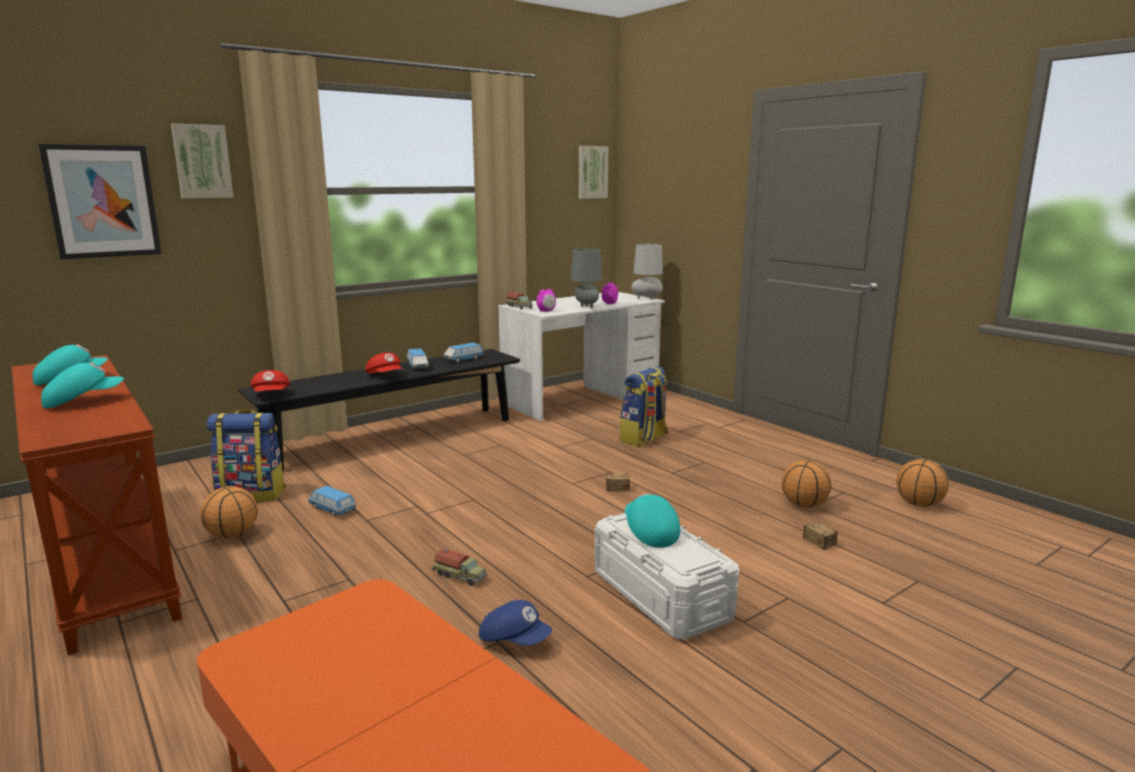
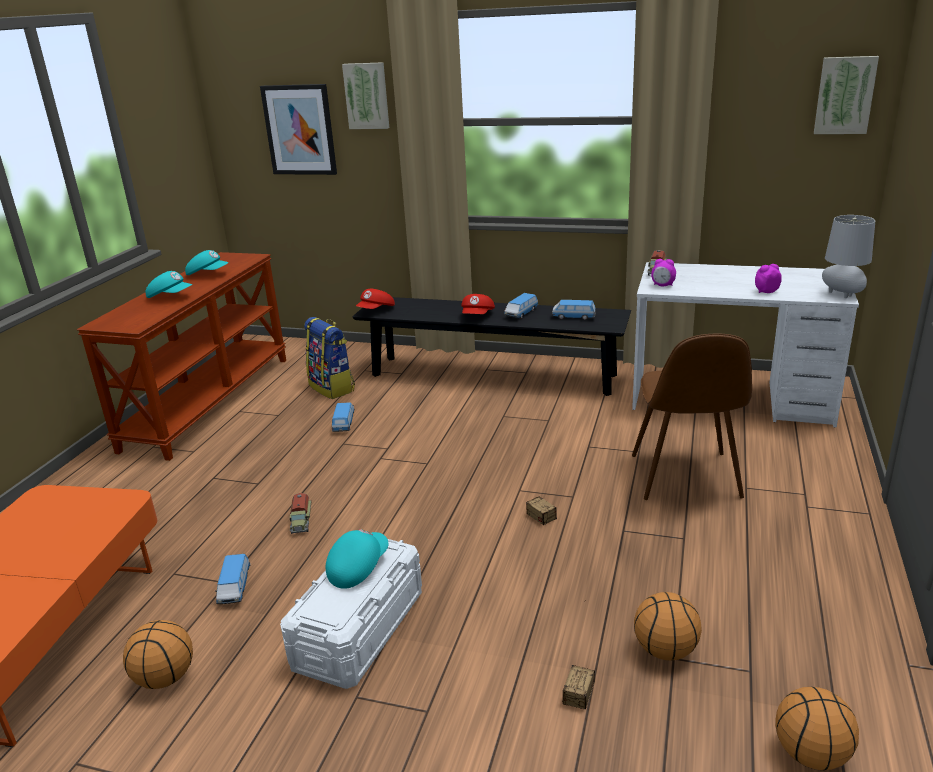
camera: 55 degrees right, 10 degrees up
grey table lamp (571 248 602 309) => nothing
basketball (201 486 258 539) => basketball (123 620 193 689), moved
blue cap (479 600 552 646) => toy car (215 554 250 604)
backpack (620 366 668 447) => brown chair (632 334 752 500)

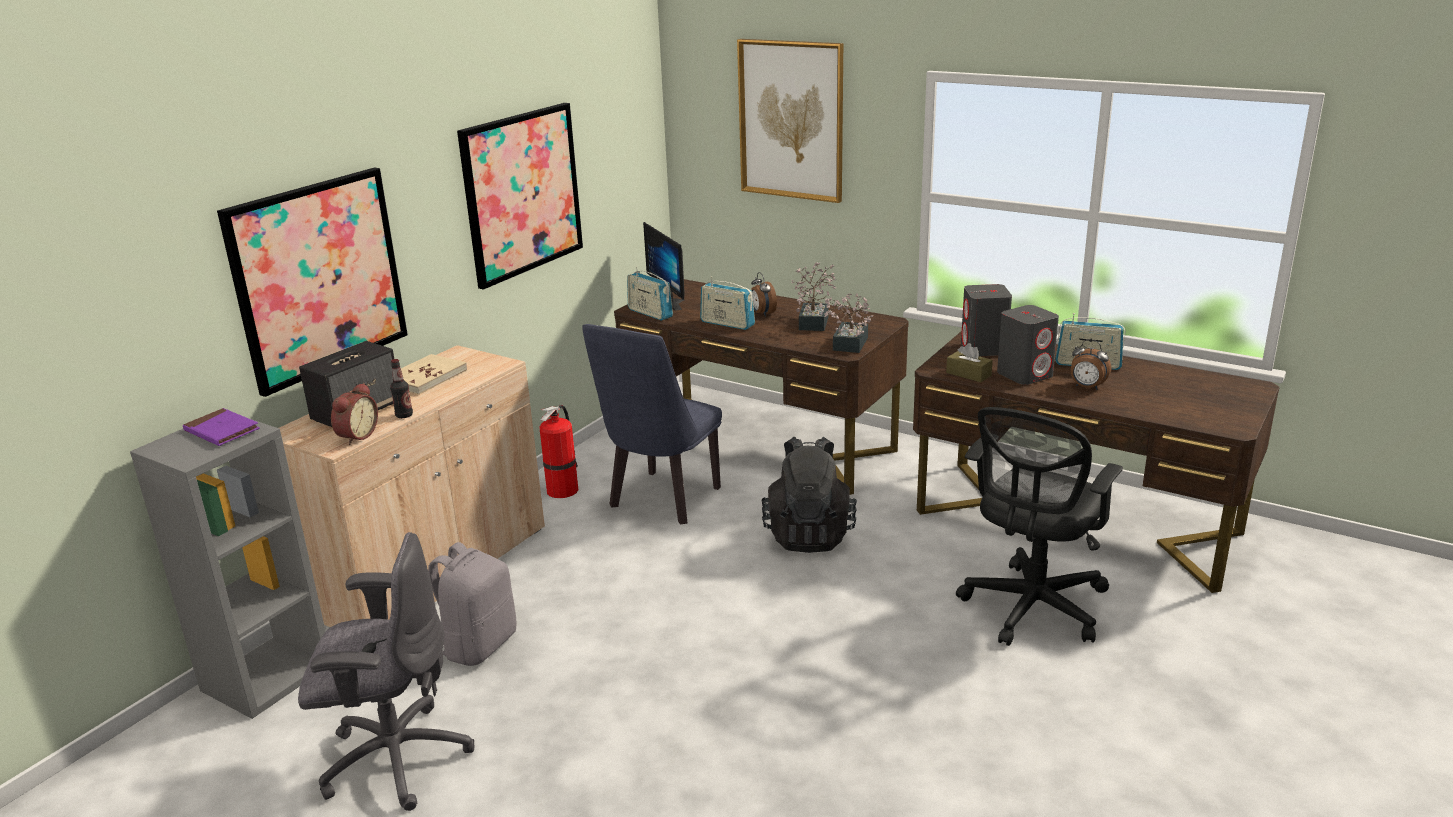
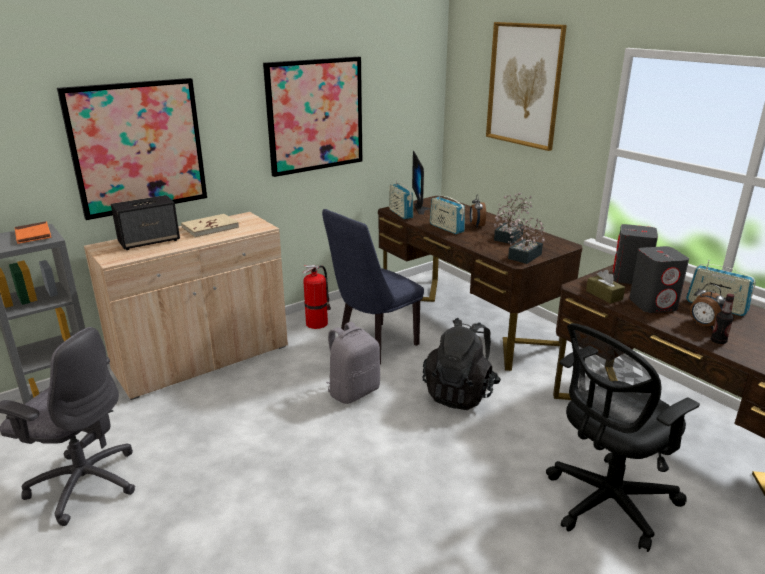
camera: 20 degrees right, 0 degrees up
alarm clock (331 383 378 445) => nothing
bottle (390 359 413 418) => bottle (711 294 735 344), moved
grey backpack (428 542 516 666) => grey backpack (326 322 380 404), moved
purple book (183 408 260 446) => orange book (15 221 52 244)

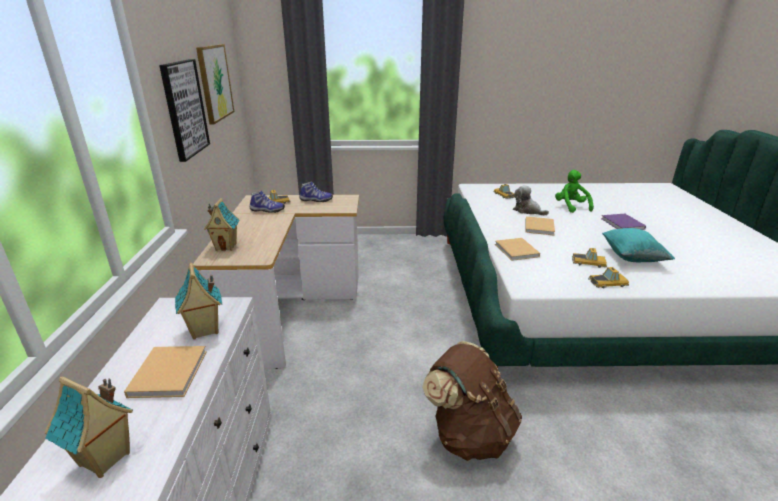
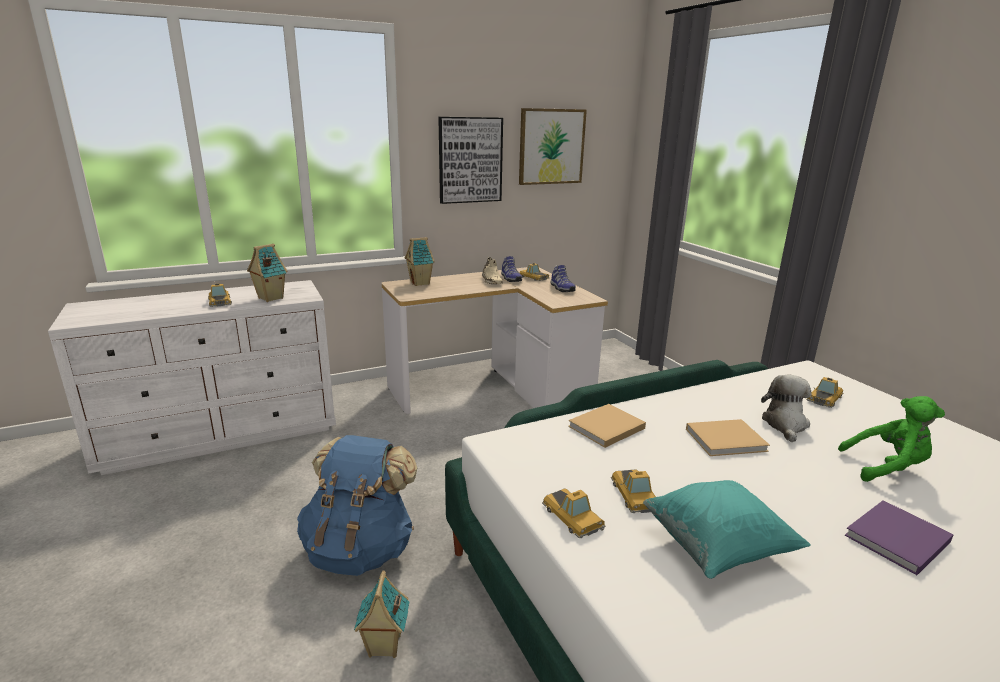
camera: 65 degrees right, 5 degrees down
nothing => beige shoe (482 257 502 284)
toy house (45 376 133 478) => toy house (354 570 409 658), moved
beige book (124 346 207 398) => toy car (208 283 232 307)
brown backpack (422 341 522 461) => blue backpack (297 435 417 576)
green plush toy (555 170 594 213) => green plush toy (838 396 945 482), 45 degrees clockwise

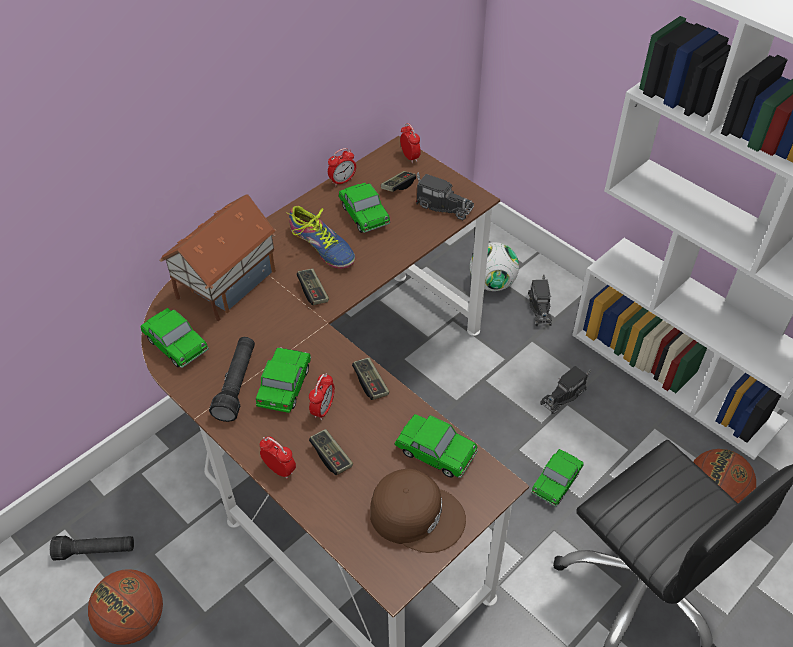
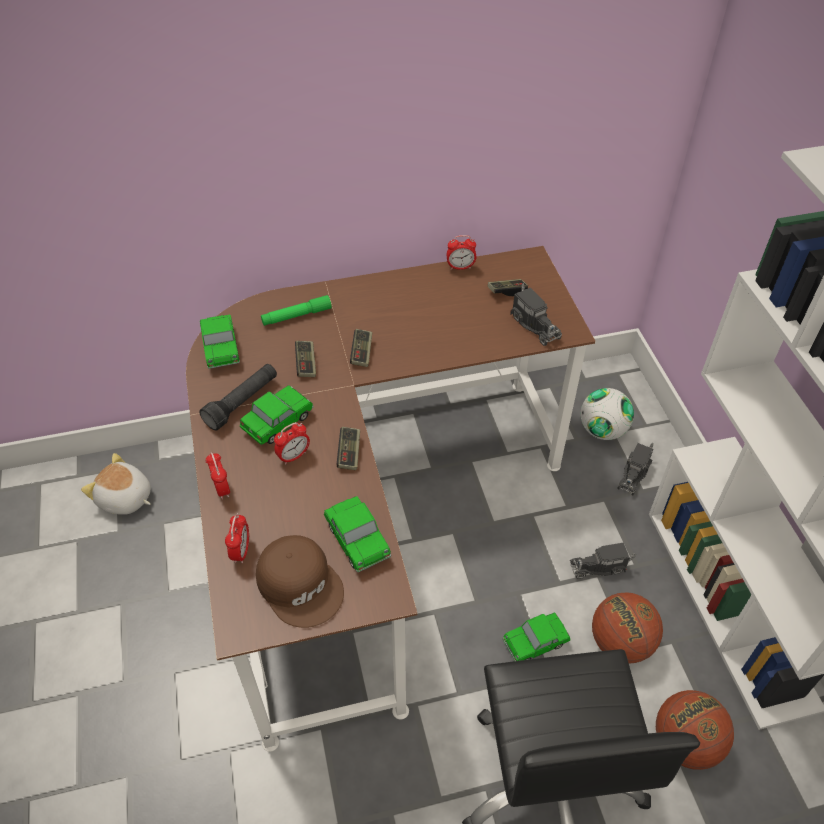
camera: 30 degrees right, 0 degrees up
shoe (286 206 355 269) => nothing
toy car (339 183 390 233) => nothing
basketball (88 569 163 645) => basketball (592 592 663 663), moved
game controller (309 429 353 475) => game controller (295 341 316 377), moved
alarm clock (400 123 421 163) => alarm clock (225 513 249 563), moved
black flashlight (50 536 134 560) => plush toy (81 453 151 515)
toy house (160 194 276 321) => green flashlight (261 295 332 326)

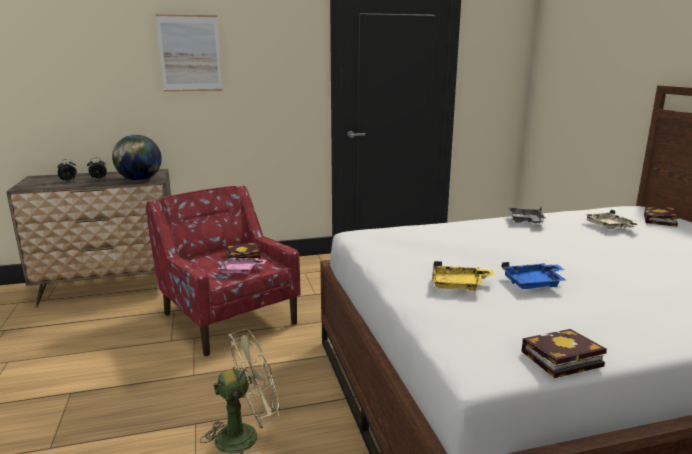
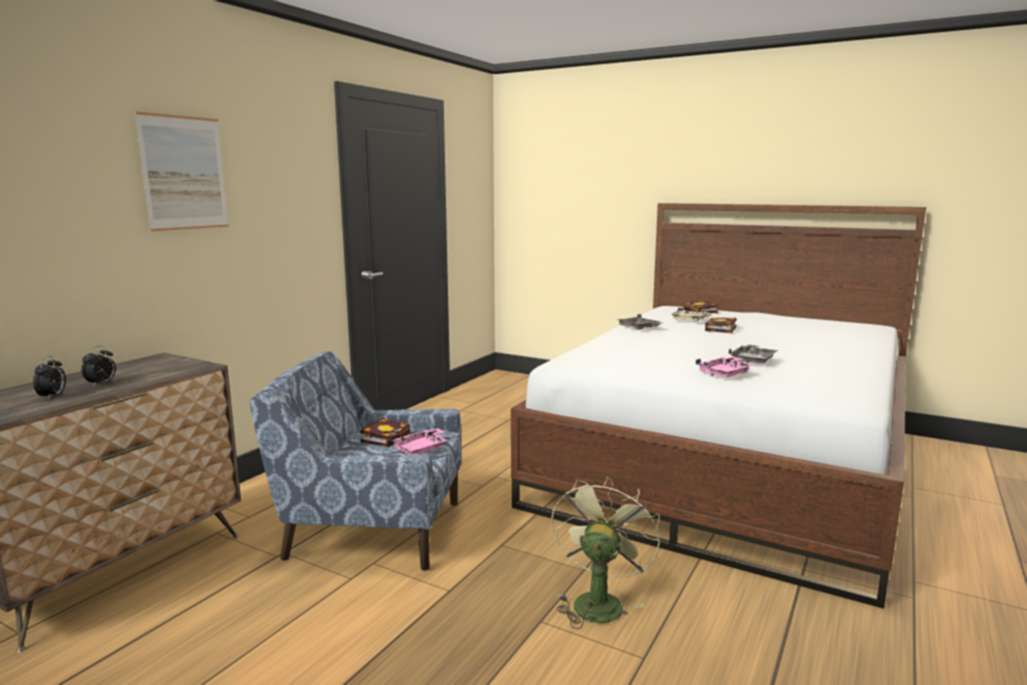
camera: 45 degrees left, 5 degrees down
globe (112 135 162 181) => nothing
book (521 329 607 378) => book (705 318 737 333), moved
red armchair (146 186 301 356) => blue armchair (250 351 462 571)
yellow tray (431 261 494 291) => pink tray (696 356 754 377)
blue tray (501 262 566 289) => grey tray (729 344 778 364)

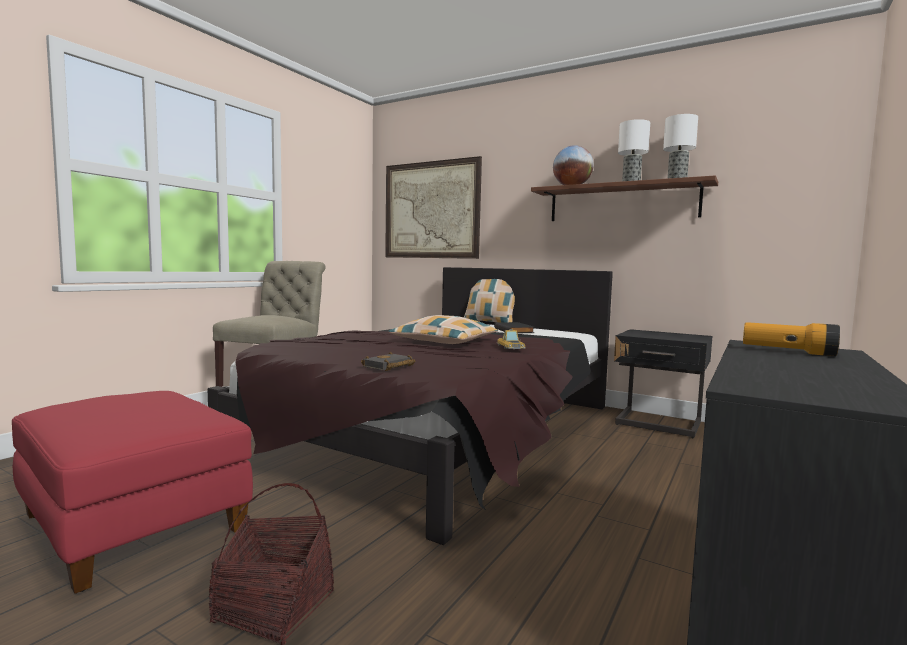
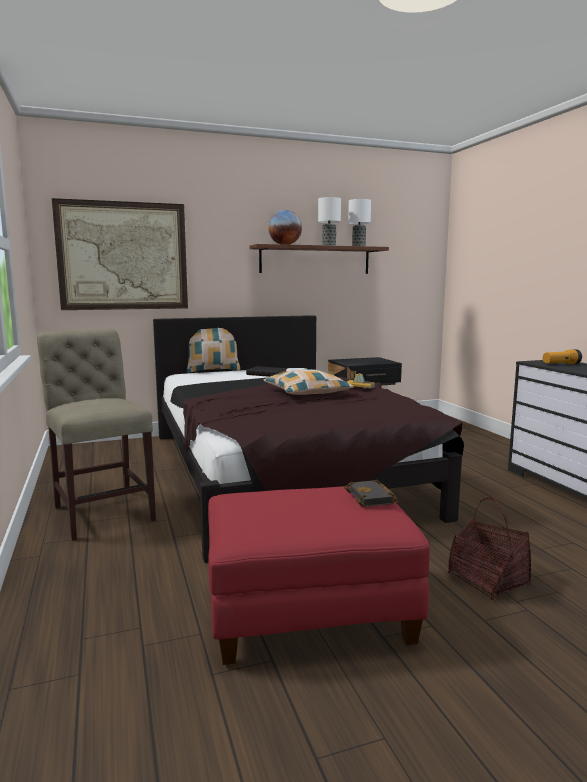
camera: 50 degrees left, 5 degrees up
black book (361 352 415 371) => black book (344 479 397 507), moved

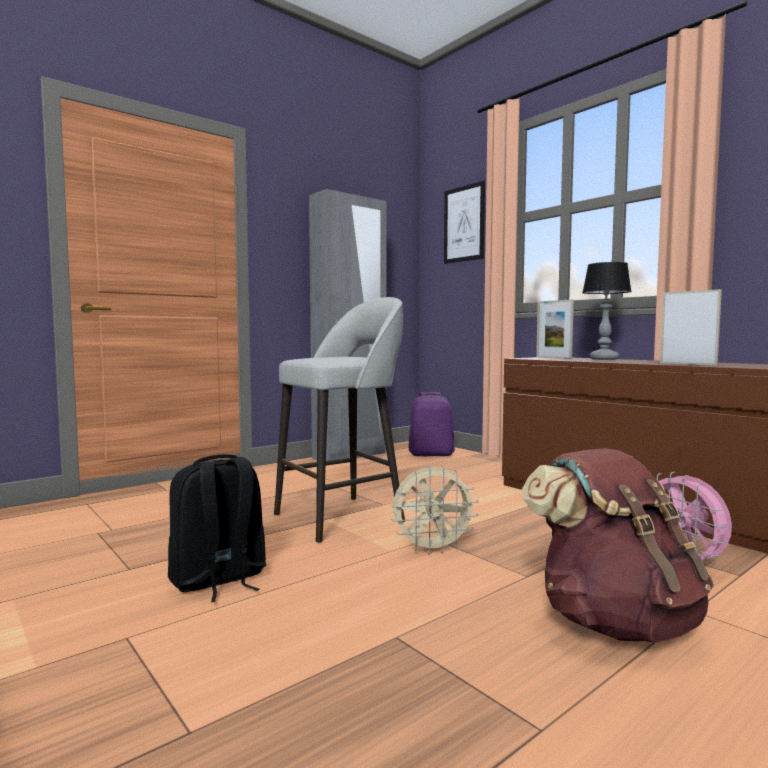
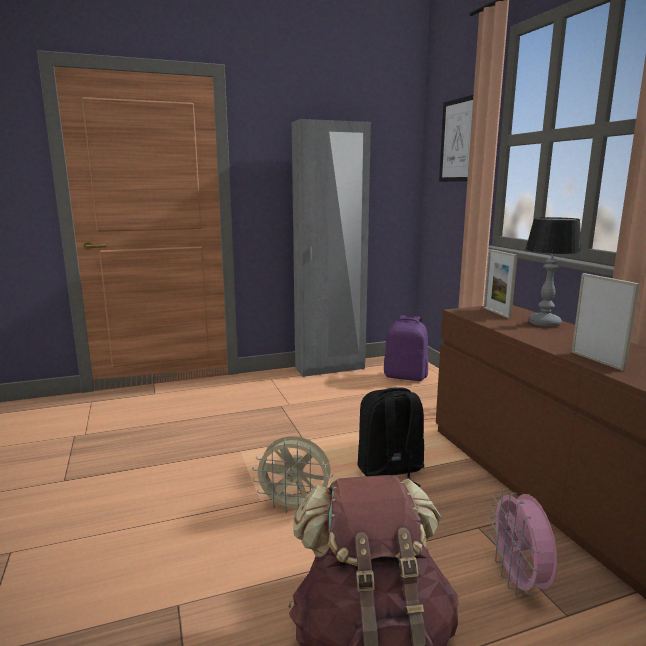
camera: 20 degrees right, 10 degrees up
grey stool (274 297 405 543) => nothing
black backpack (168 454 267 603) => black backpack (357 387 424 487), moved

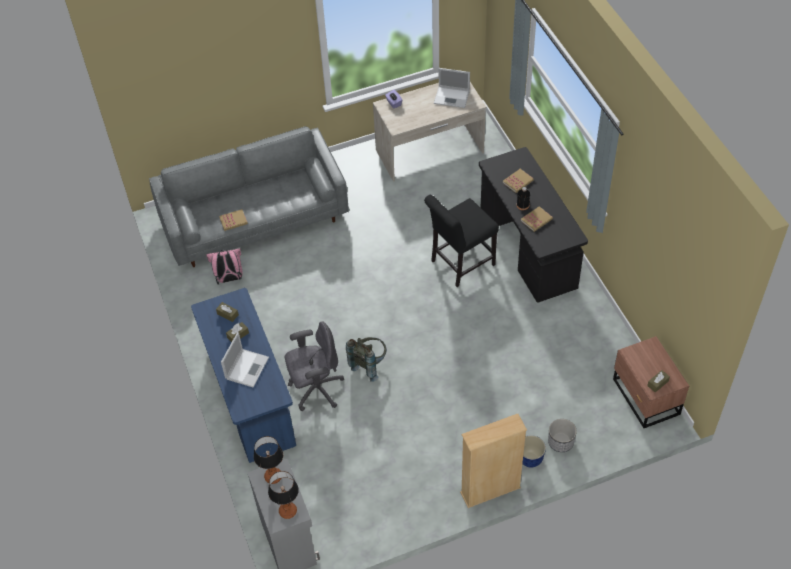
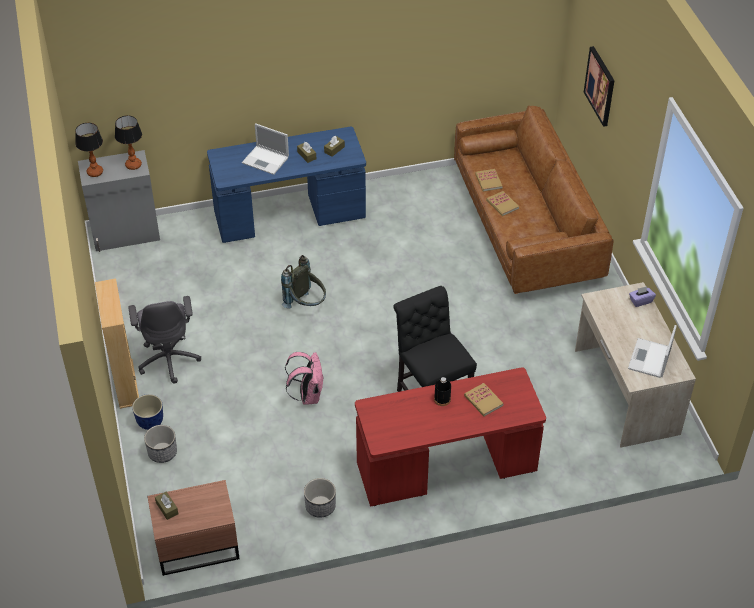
camera: 95 degrees right, 5 degrees down
nothing => planter (304 478 336 518)
nothing => picture (584 46 614 127)
pink backpack (206 249 242 285) => pink backpack (285 352 323 405), moved
grey office chair (285 321 344 411) => grey office chair (129 296 201 384), moved
book (521 206 553 232) => book (486 191 519 216), moved
grey sofa (149 126 349 267) => brown sofa (454 106 613 294)
black desk (479 147 588 303) => red desk (355 367 546 507)

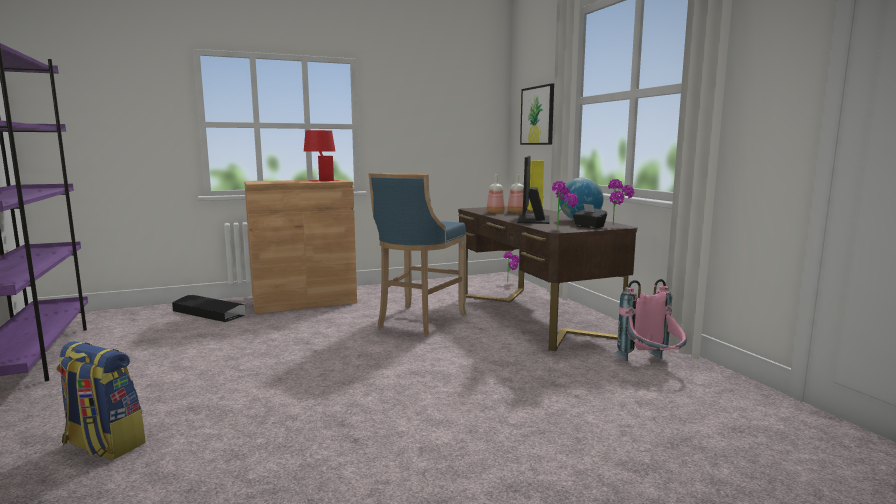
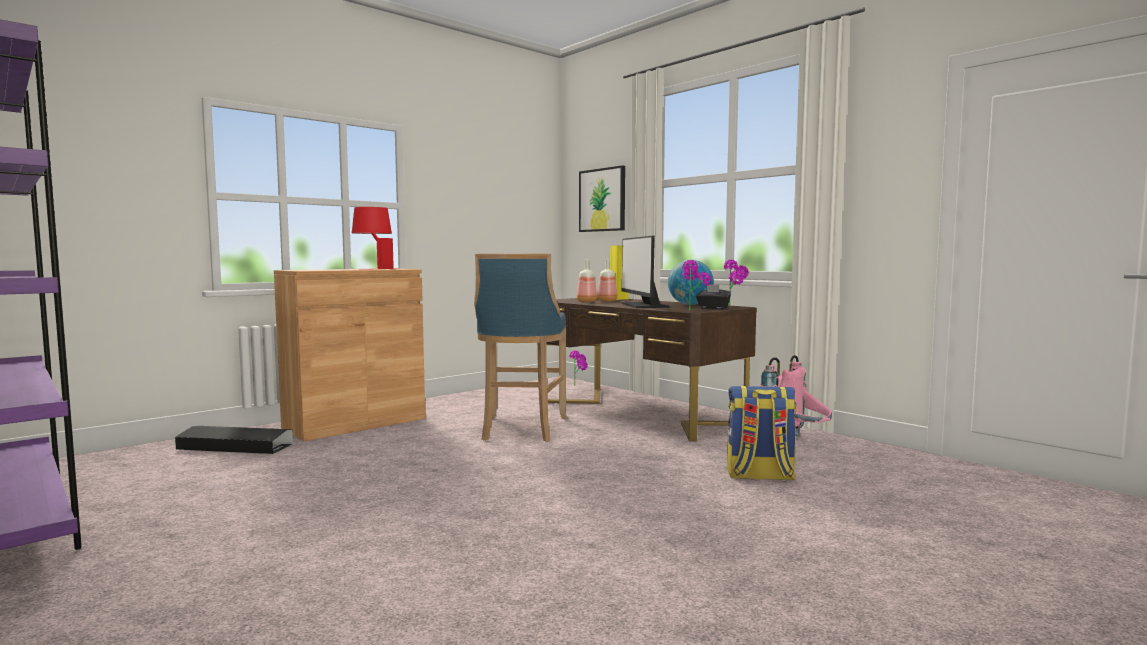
camera: 20 degrees left, 5 degrees down
backpack (56 341 146 460) => backpack (727 386 797 480), moved

